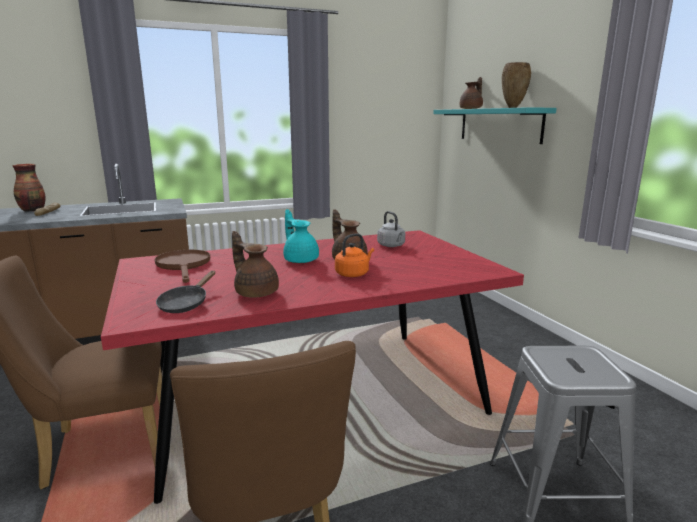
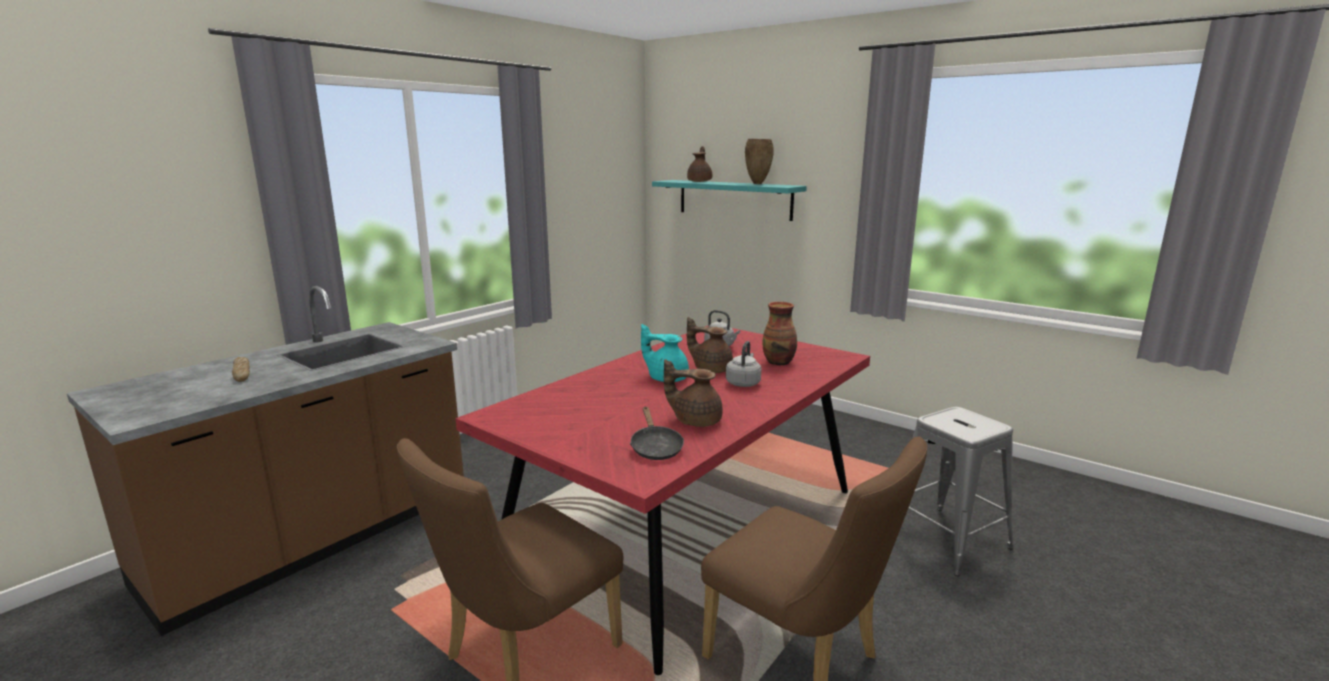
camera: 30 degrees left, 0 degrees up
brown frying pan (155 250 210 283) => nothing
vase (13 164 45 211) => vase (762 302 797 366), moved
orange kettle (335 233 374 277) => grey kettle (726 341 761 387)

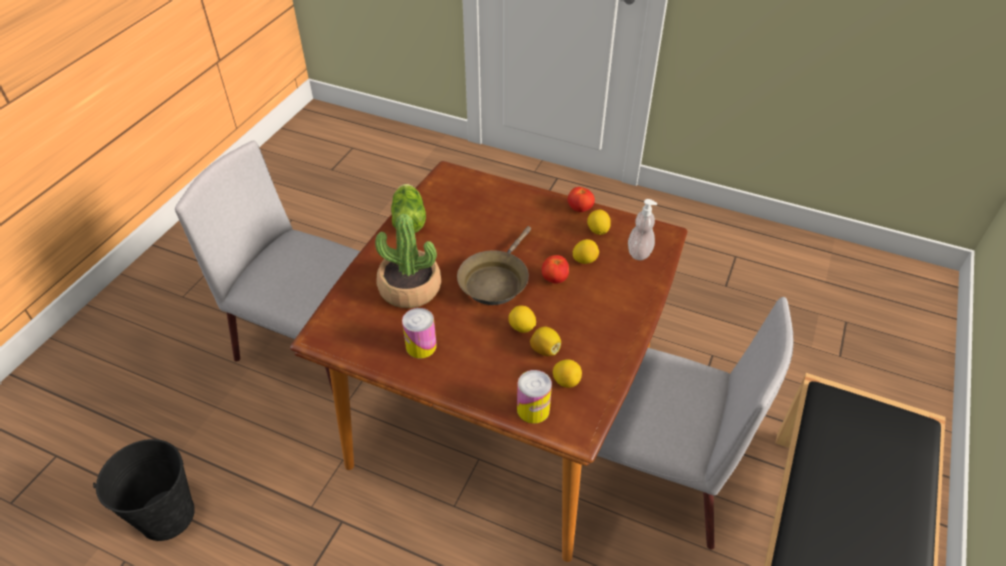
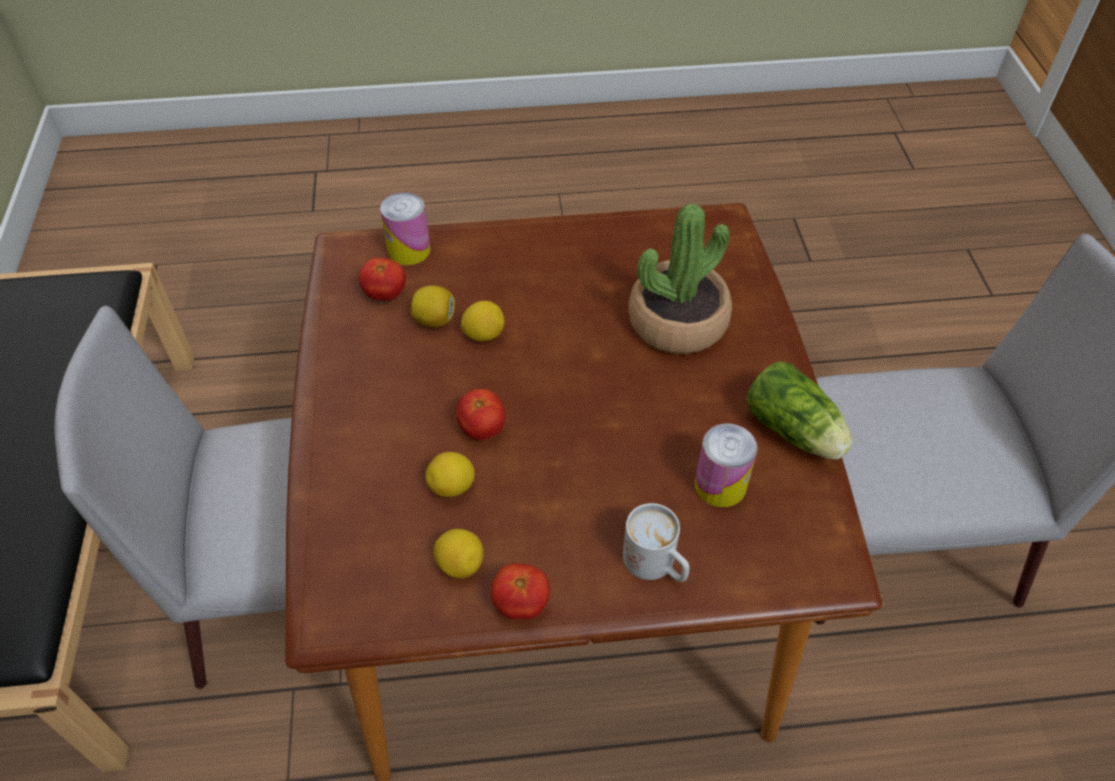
camera: 150 degrees right, 5 degrees up
black bucket (93 439 195 541) => nothing
brown frying pan (457 226 531 305) => nothing
soap dispenser (628 199 657 260) => nothing
nothing => white mug (623 503 689 582)
can (402 308 437 358) => can (695 423 758 507), moved
lemon (553 359 582 388) => tomato (359 258 406 301)

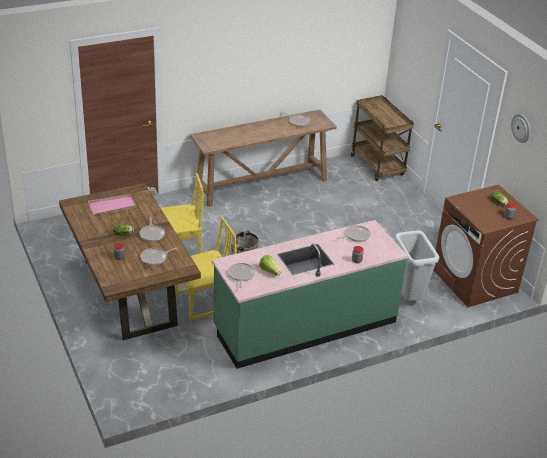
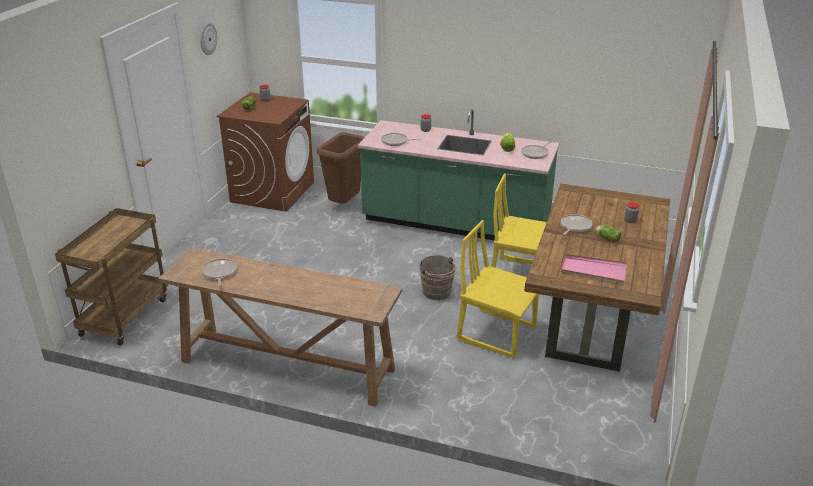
camera: 135 degrees left, 5 degrees down
frying pan (140 247 178 265) => nothing
grey trash can (394 230 439 301) => brown trash can (317 132 365 204)

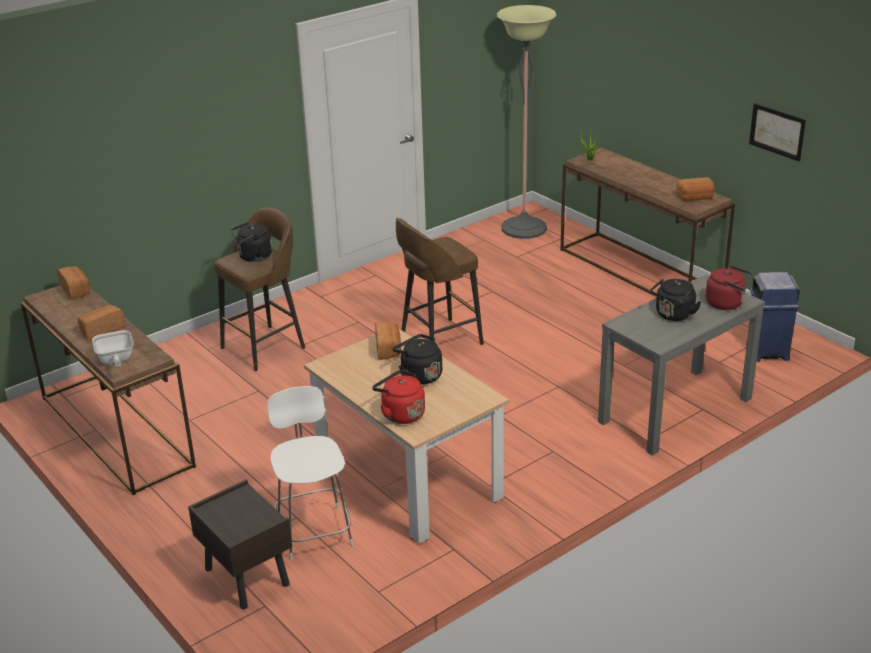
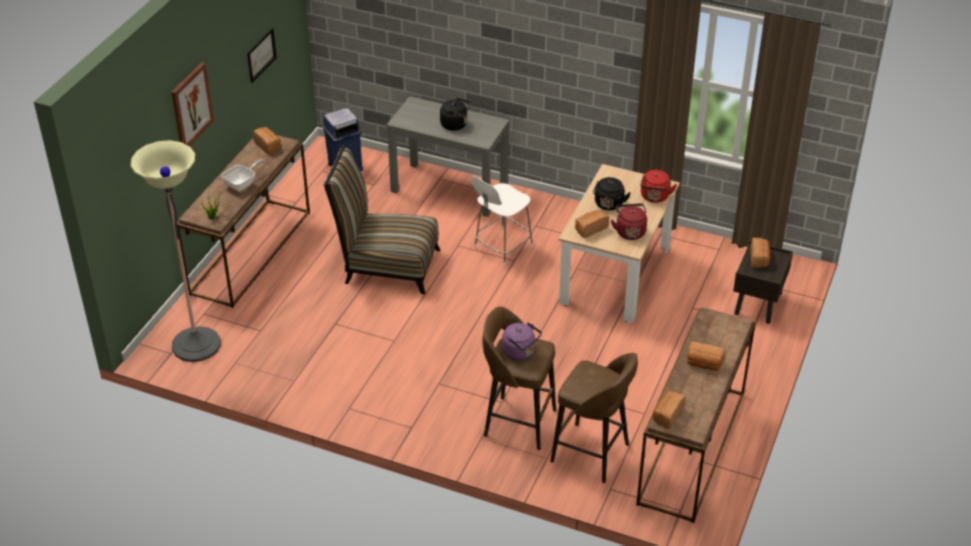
camera: 120 degrees left, 10 degrees up
nothing => picture (171 62 214 146)
nothing => chair (324 145 440 294)
nothing => bread (751 238 770 268)
frying pan (92 330 134 368) => frying pan (221 159 264 191), moved
white stool (267 386 353 560) => white stool (471 176 533 267), moved
brown stool (396 218 484 345) => brown stool (550 353 638 483), moved
red kettle (705 265 751 310) => red kettle (611 203 647 240), moved
black kettle (231 222 272 262) => purple kettle (502 322 542 361)

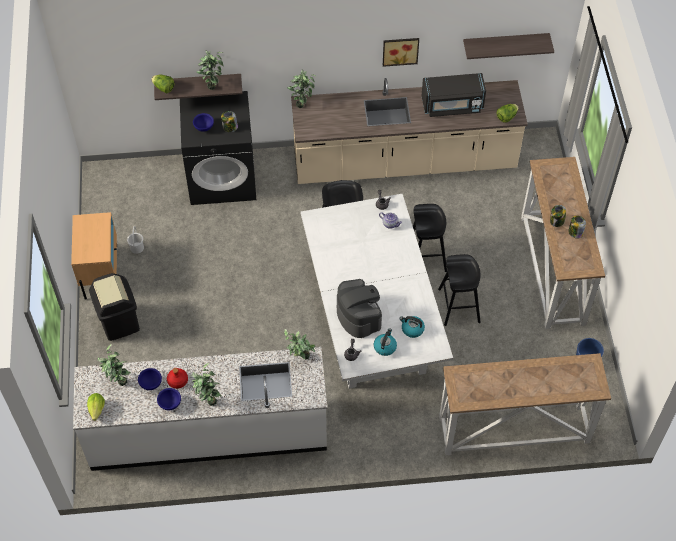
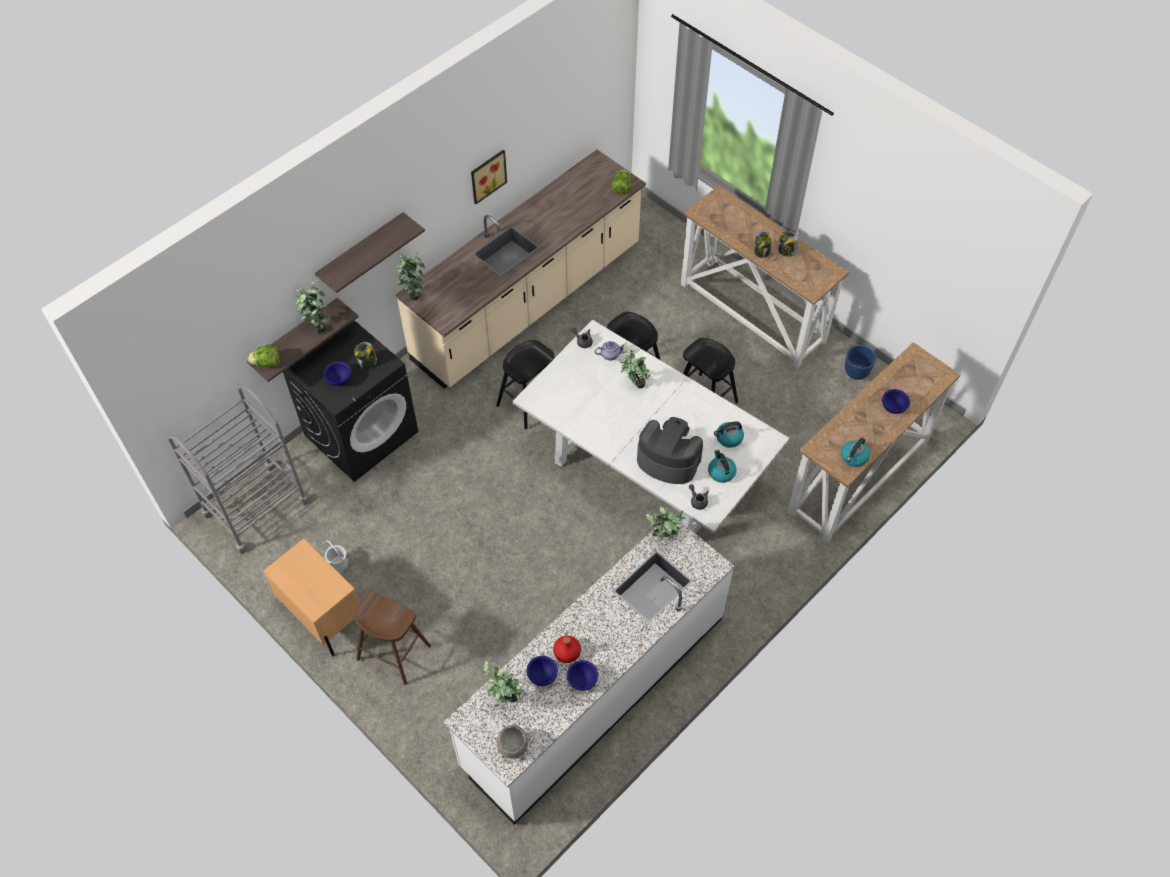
camera: 40 degrees left, 0 degrees up
black microwave (422 73 486 117) => nothing
nothing => grey cart (167 385 310 554)
nothing => kettle (841 438 870 467)
nothing => blue bowl (882 389 910 414)
potted plant (191 363 221 406) => potted plant (618 341 651 389), moved
shelf (463 33 554 59) => shelf (315 212 425 293), moved
lettuce (87 393 105 421) => grey bowl (497 725 528 759)
black trash can (89 273 140 341) => brown stool (355 591 431 685)

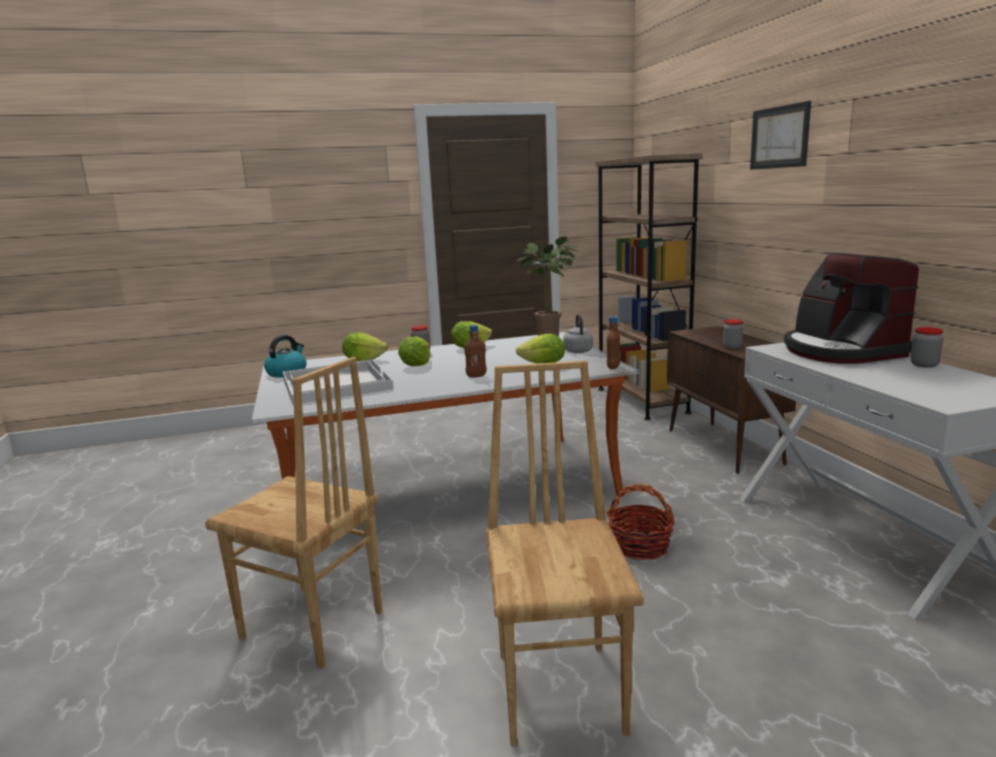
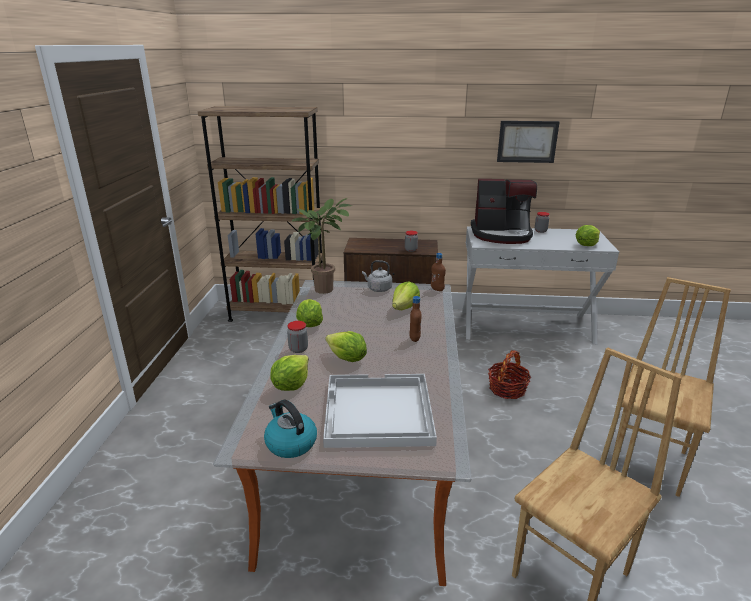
camera: 70 degrees left, 10 degrees up
nothing => lettuce (576 225 600 246)
picture (750 101 811 170) => picture (497 121 559 163), moved
brown chair (486 361 644 747) => brown chair (610 277 731 497), 105 degrees clockwise

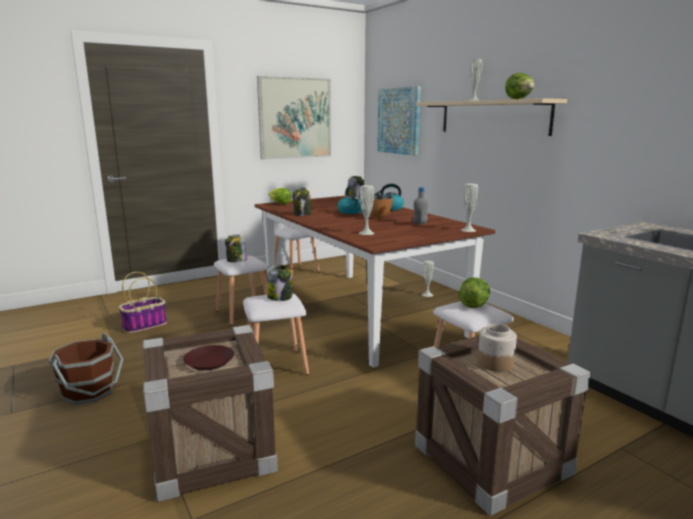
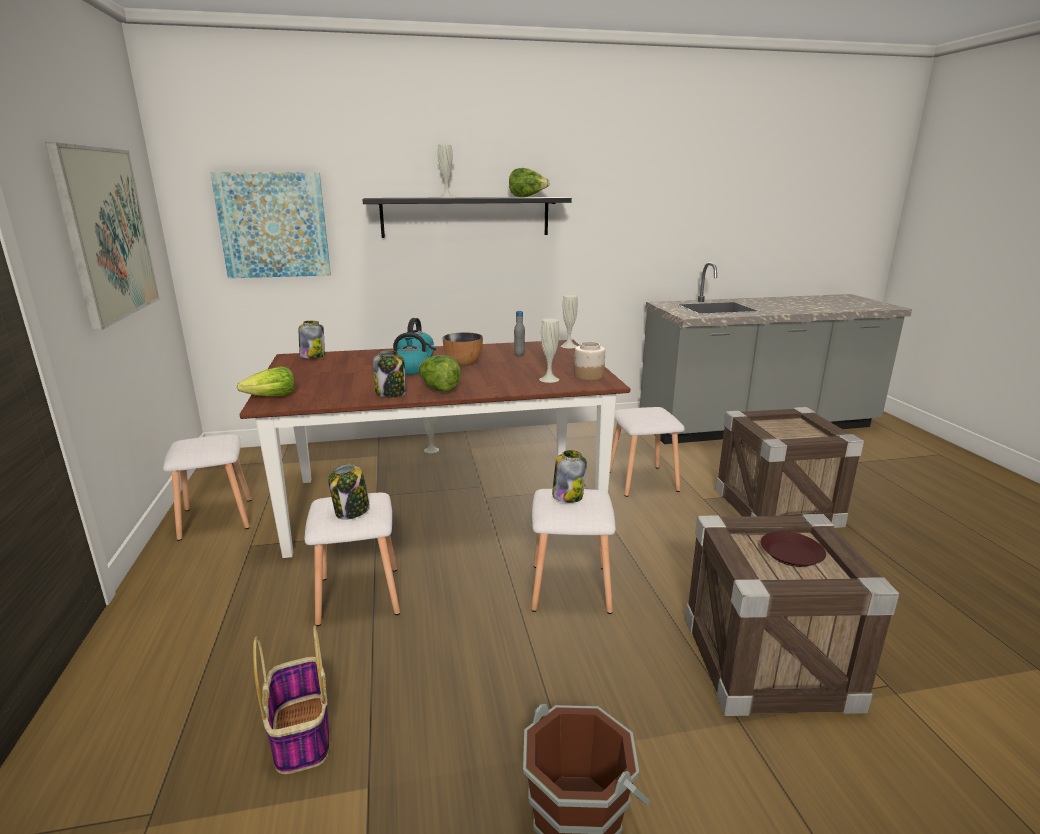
camera: 70 degrees left, 5 degrees up
lettuce (459 277 490 308) => lettuce (419 355 461 392), moved
jar (478 324 517 372) => jar (574 342 605 380), moved
beige shelf (416 98 567 136) => black shelf (362 197 572 238)

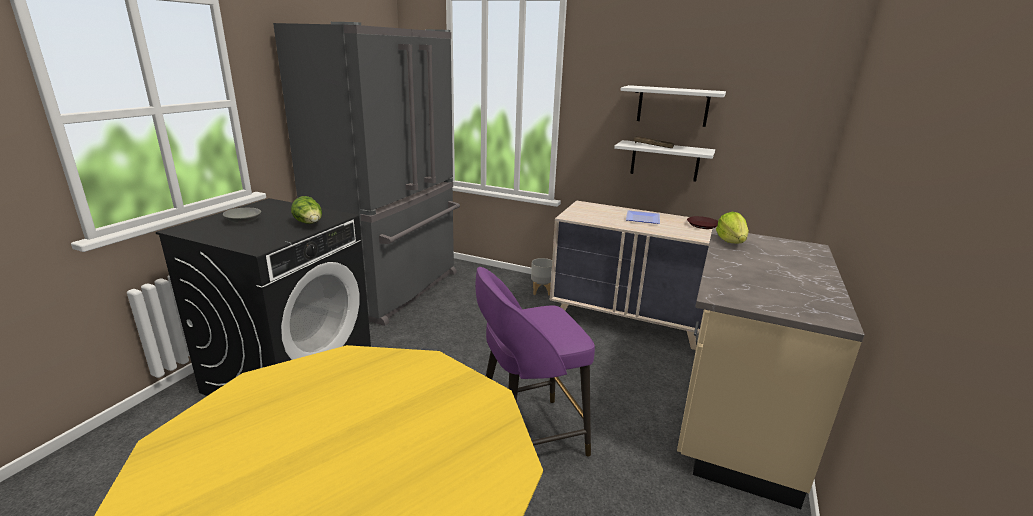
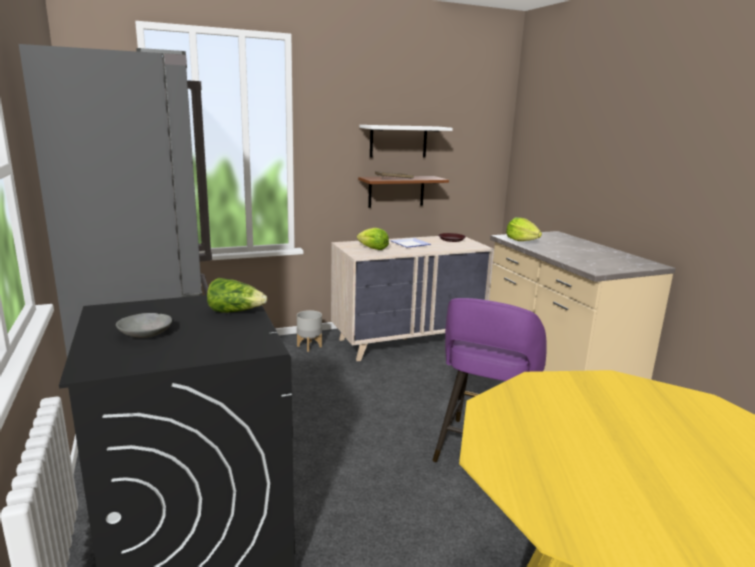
camera: 45 degrees left, 5 degrees down
nothing => lettuce (357 228 389 250)
white shelf (614 140 715 182) => brown shelf (358 176 449 208)

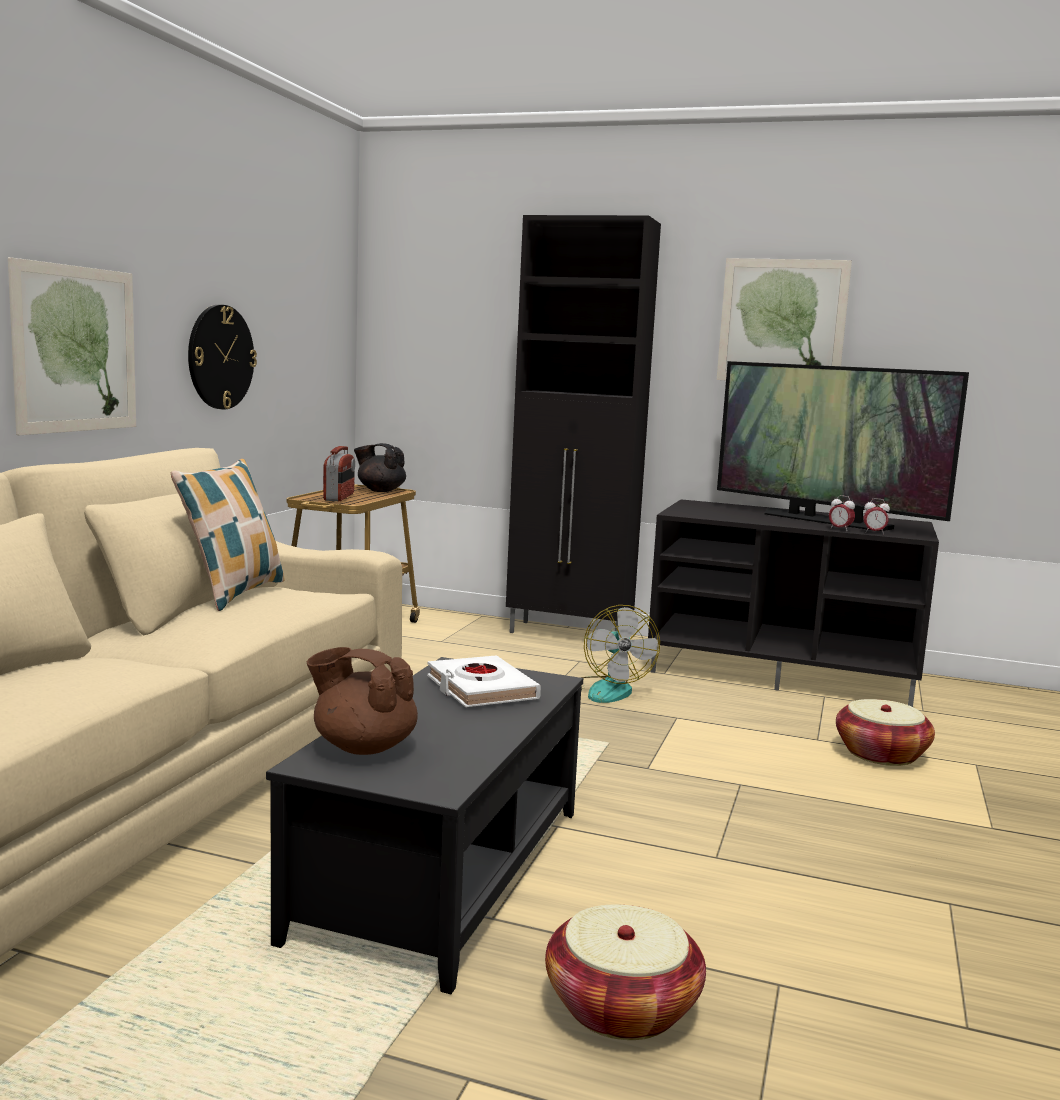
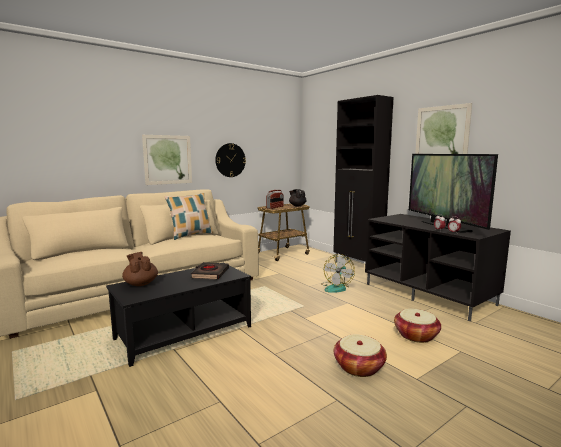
camera: 35 degrees right, 0 degrees up
basket (545 905 706 1040) => basket (334 335 387 377), moved
white book (427 656 541 707) => black book (191 262 229 280)

